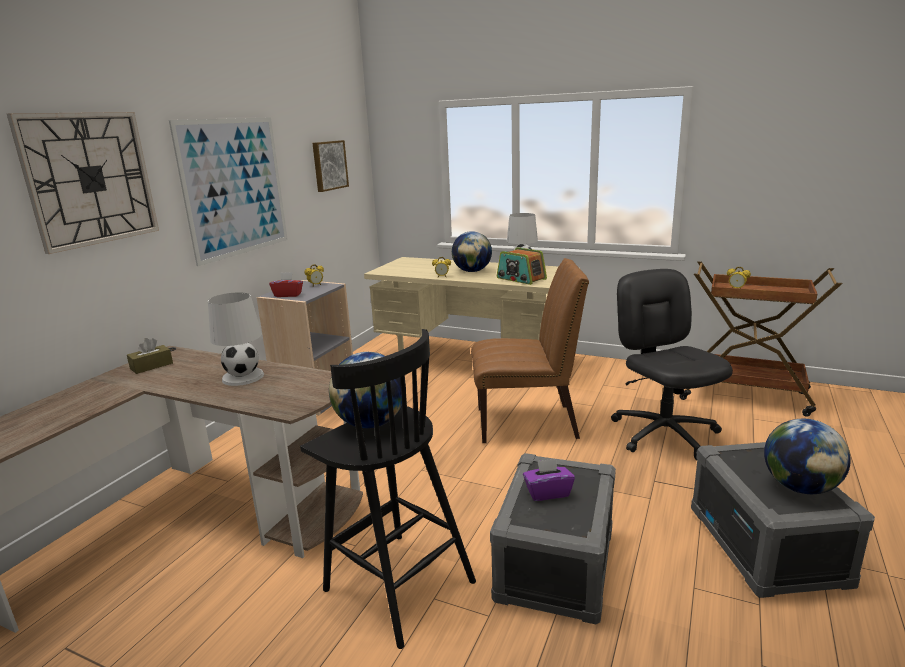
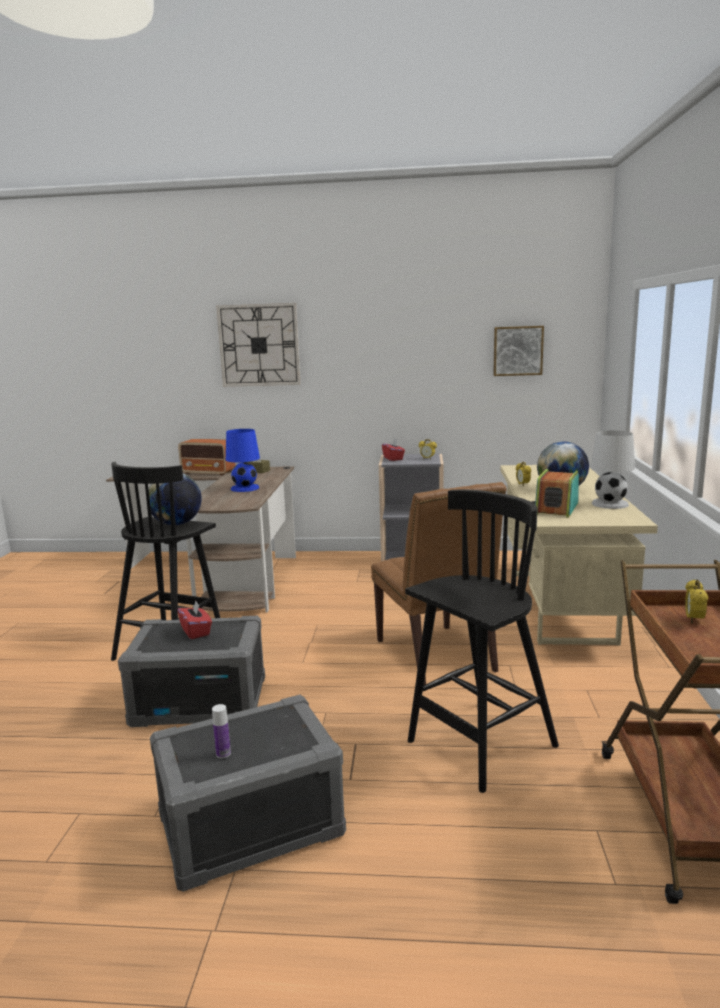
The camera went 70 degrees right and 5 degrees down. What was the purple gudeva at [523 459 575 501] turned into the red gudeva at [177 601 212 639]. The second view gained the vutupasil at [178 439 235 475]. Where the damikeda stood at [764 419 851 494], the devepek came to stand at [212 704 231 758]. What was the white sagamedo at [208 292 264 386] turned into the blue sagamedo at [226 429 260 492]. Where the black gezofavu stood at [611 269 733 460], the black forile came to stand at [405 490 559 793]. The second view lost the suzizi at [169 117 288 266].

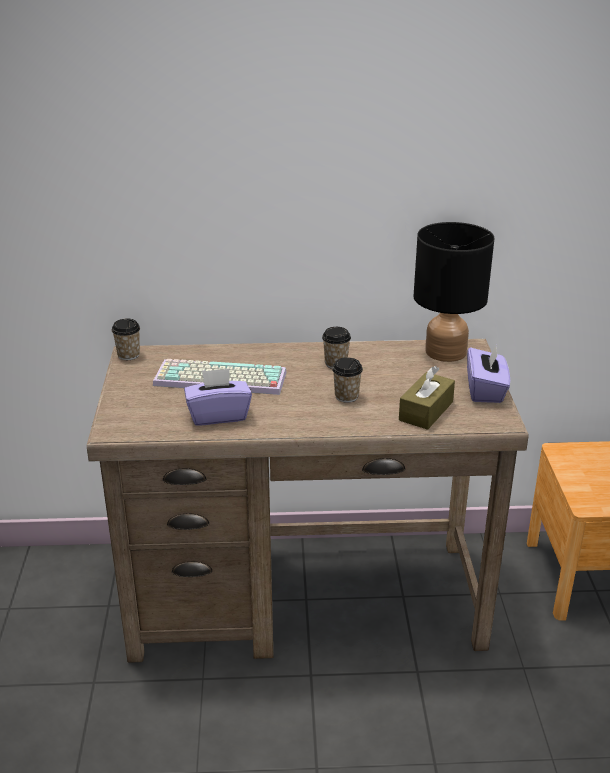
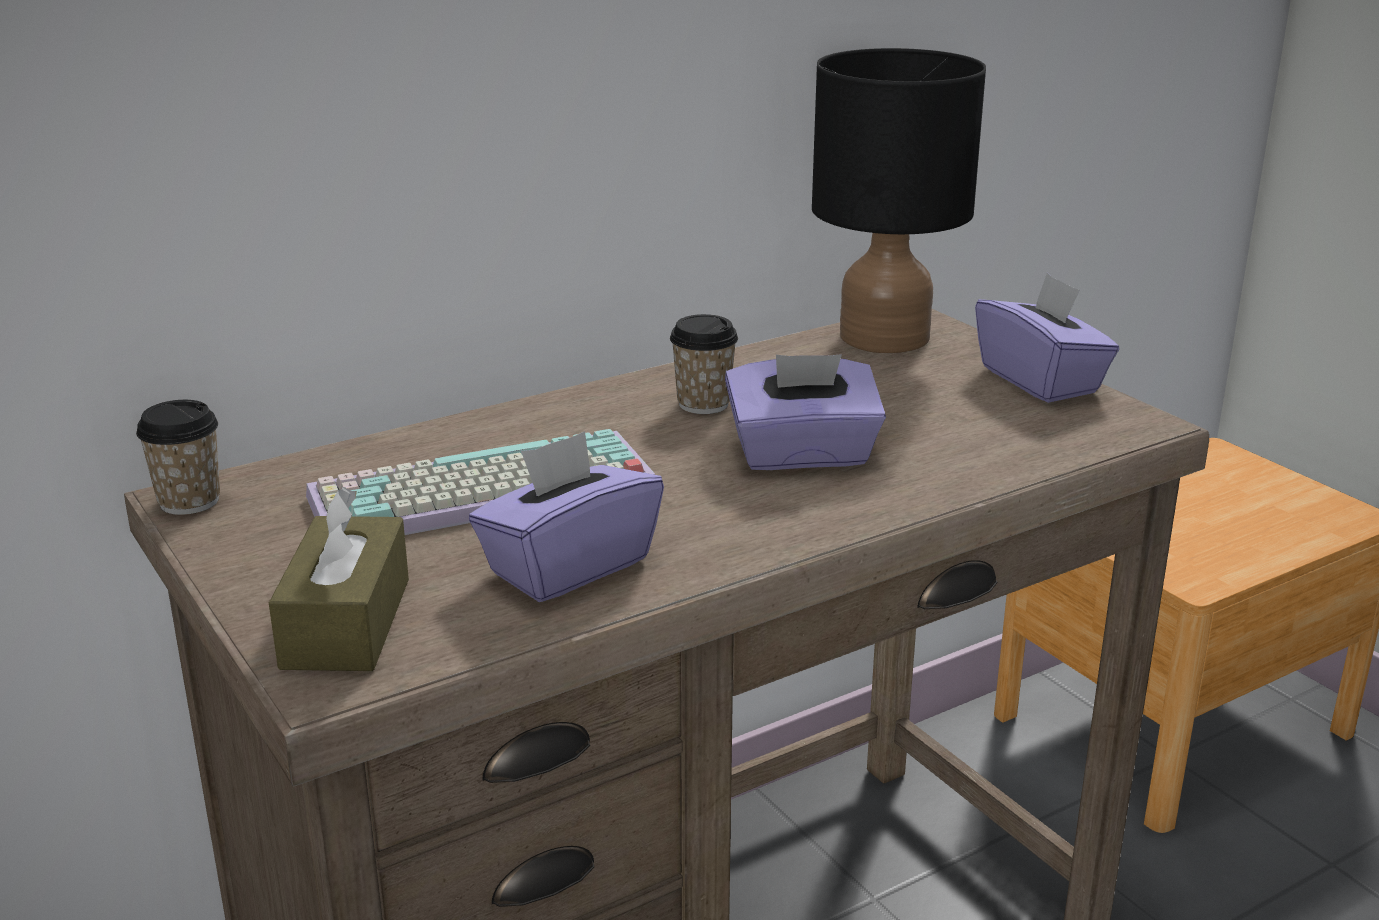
The camera went 30 degrees left and 5 degrees down. The brown gudeva ended up elsewhere, having gone from [399 366 455 430] to [269 487 409 671]. Where the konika stood at [332 357 363 403], the purple gudeva came to stand at [725 354 886 470].

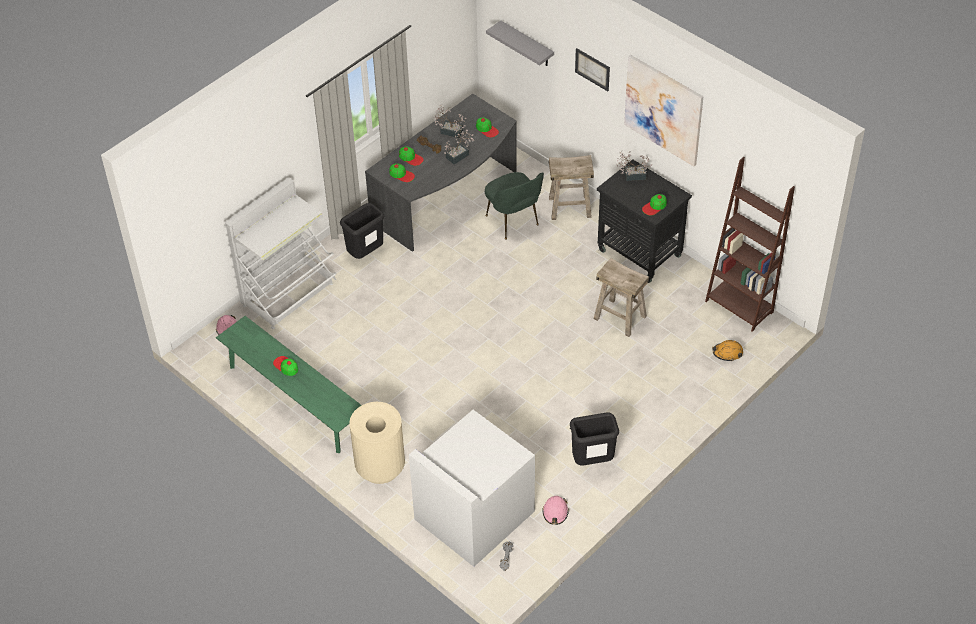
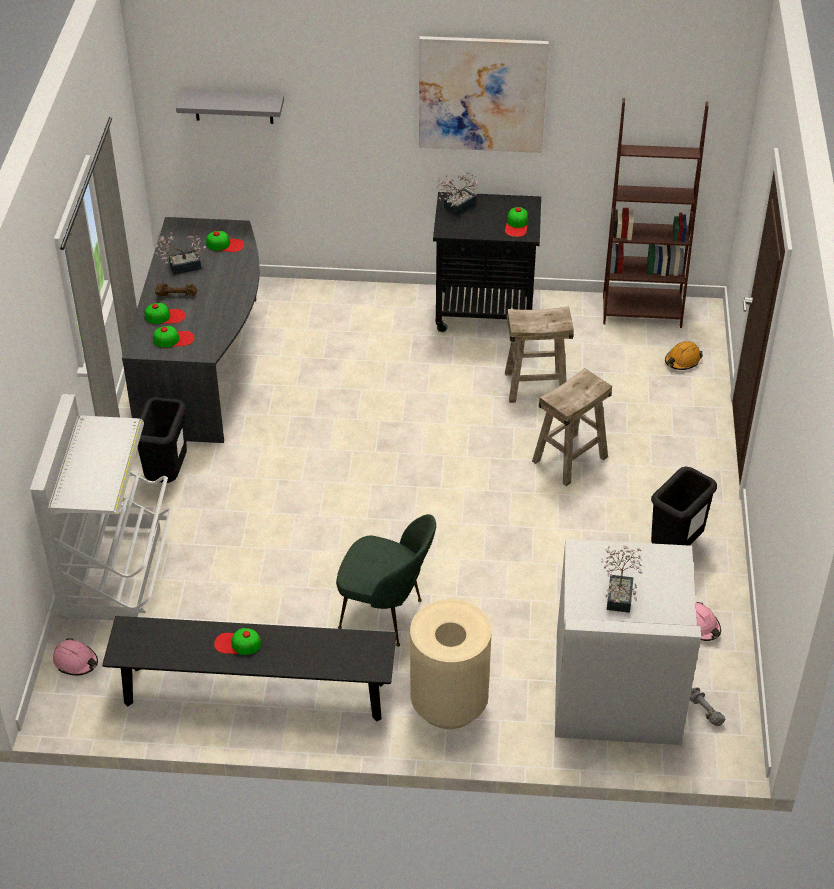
The camera went 40 degrees left and 5 degrees down. What was the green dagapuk at [216 316 361 453] turned into the black dagapuk at [102 616 397 722]. The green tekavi ended up elsewhere, having gone from [485 172 544 240] to [336 514 436 647]. The beige forile ended up elsewhere, having gone from [549 155 594 220] to [532 368 612 486]. The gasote ended up elsewhere, having gone from [444 127 474 164] to [601 546 642 613]. The second view lost the suzizi at [575 48 610 91].

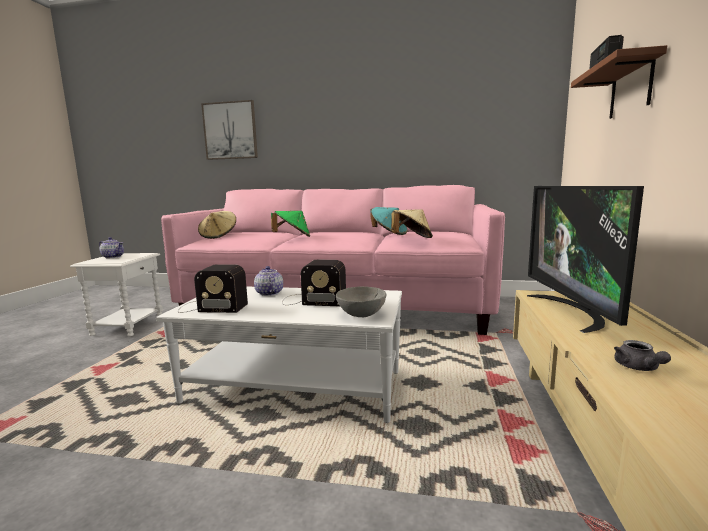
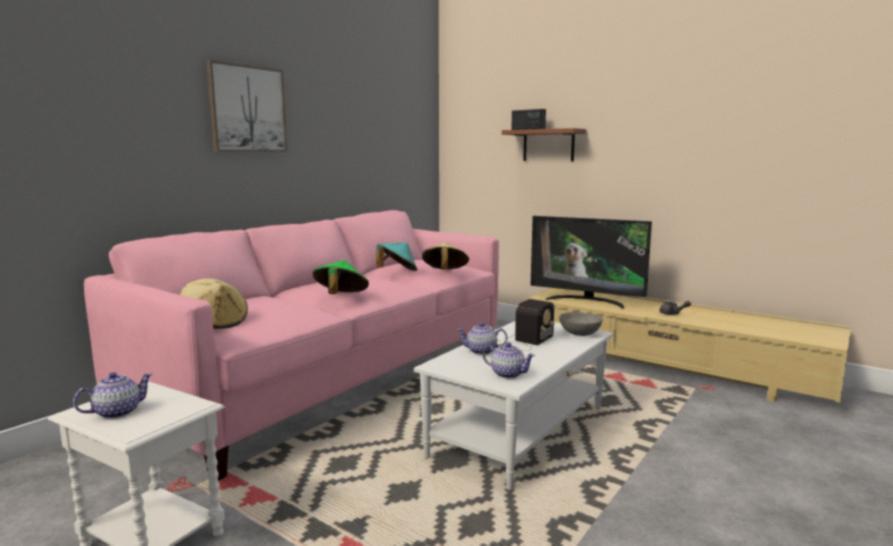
The camera went 65 degrees left and 0 degrees up. The suzizi ended up elsewhere, having gone from [201 100 258 160] to [206 60 287 152]. Where the vutupasil stood at [178 264 248 313], the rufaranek came to stand at [483 342 535 379].

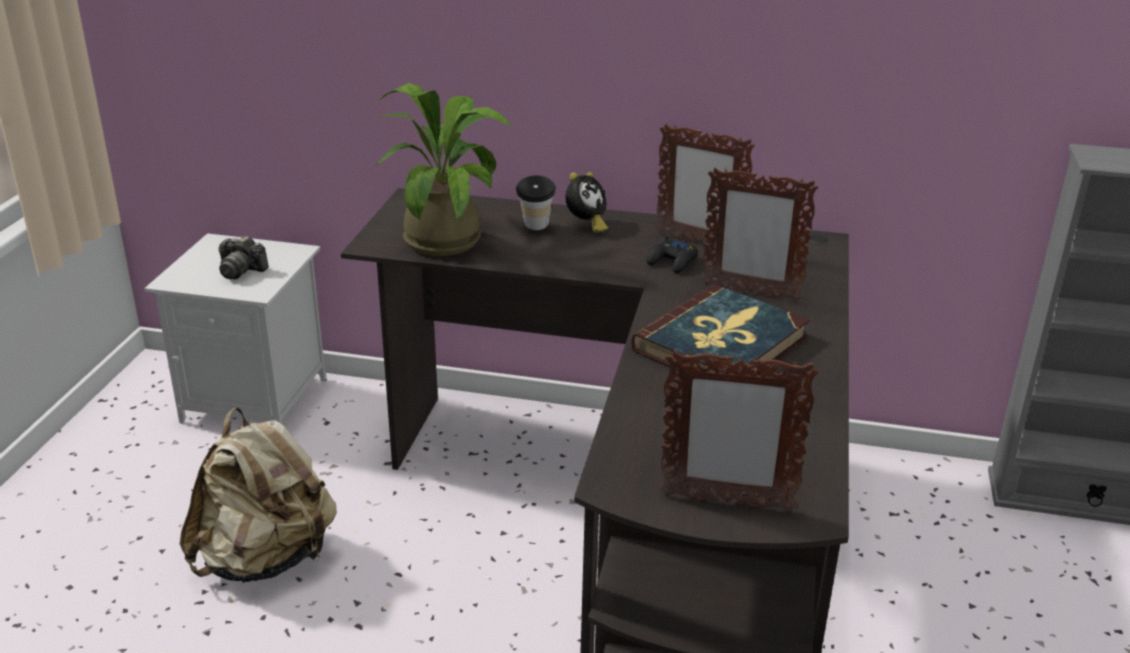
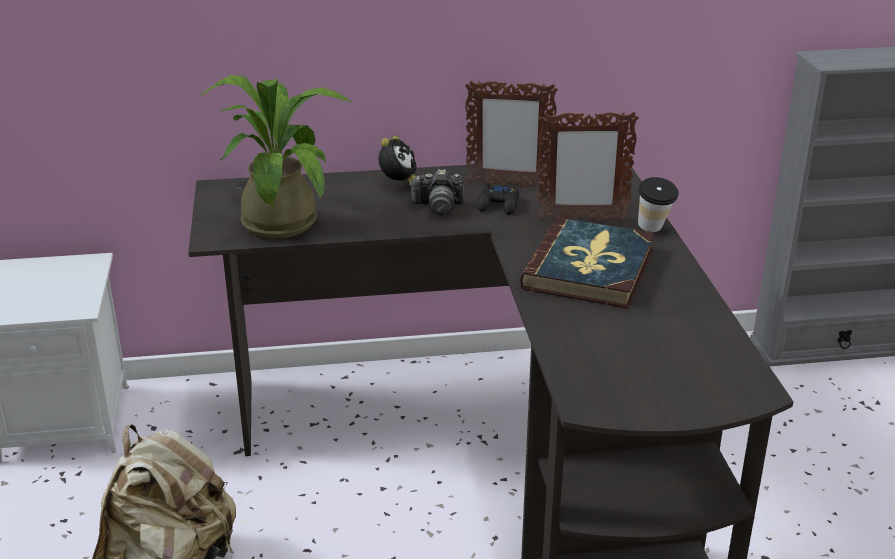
The camera went 20 degrees left and 0 degrees up. The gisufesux ended up elsewhere, having gone from [219 236 269 279] to [409 169 464 216]. The konika ended up elsewhere, having gone from [516 176 556 230] to [638 177 679 232]. The second view lost the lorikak at [660 349 818 512].

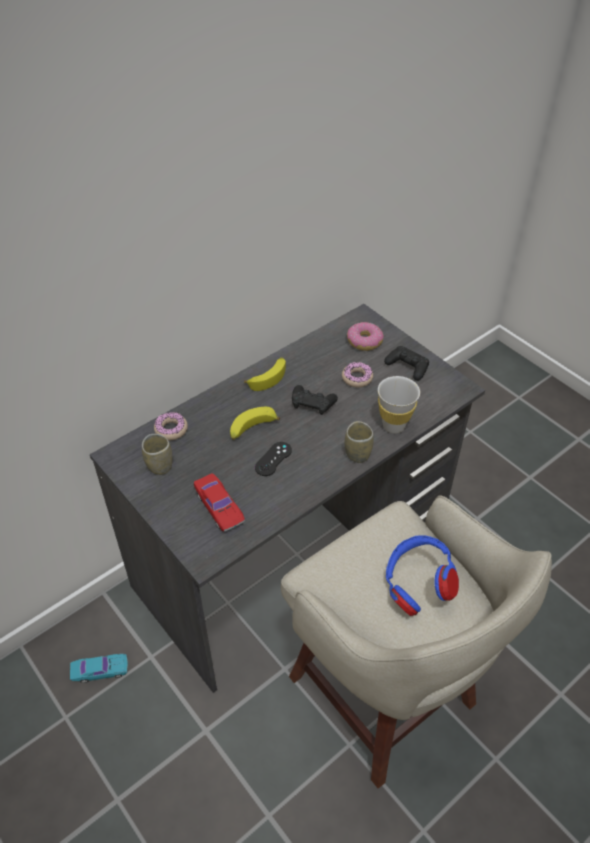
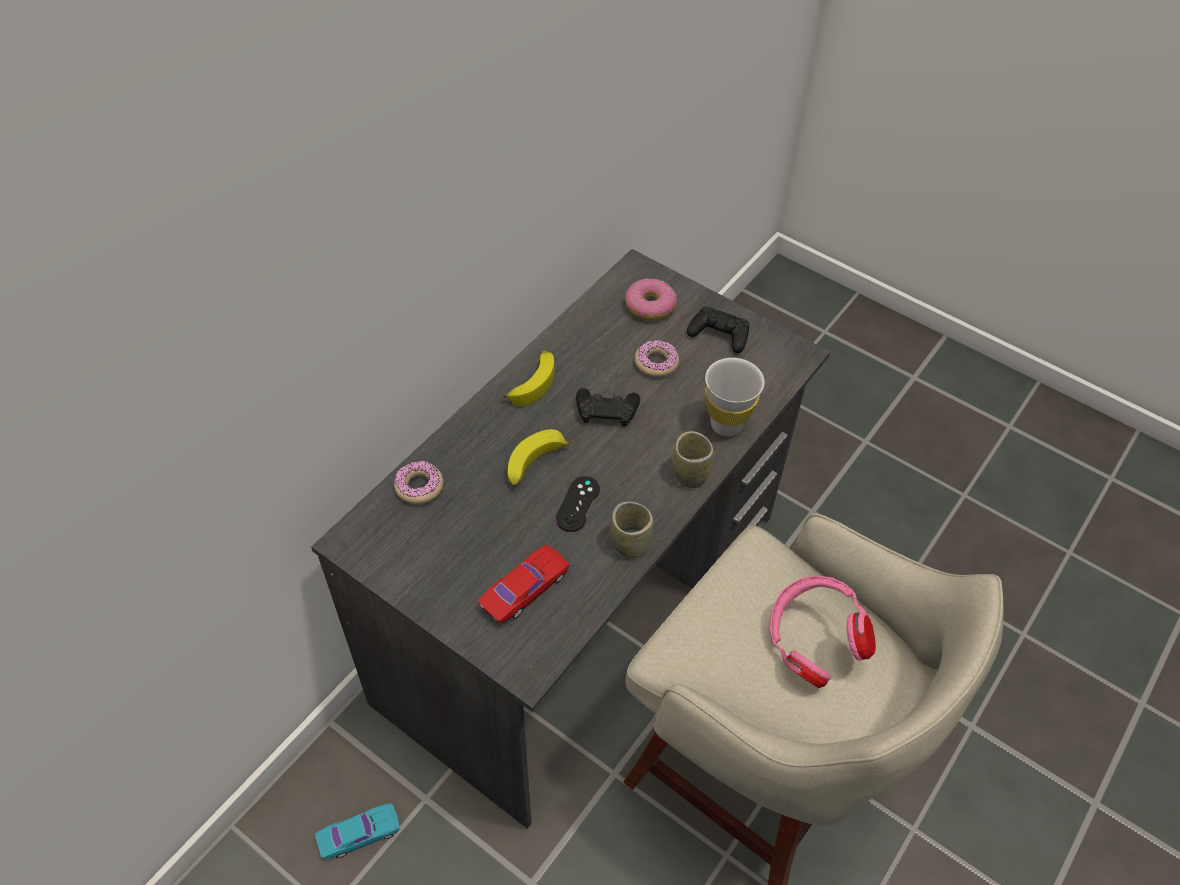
The camera went 15 degrees left and 5 degrees up. The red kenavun at [194 474 245 532] ended up facing another way, 90 degrees counterclockwise from before. The konika ended up elsewhere, having gone from [142 434 172 475] to [611 502 653 558]. What was the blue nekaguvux at [386 536 459 616] turned into the pink nekaguvux at [770 576 876 688].

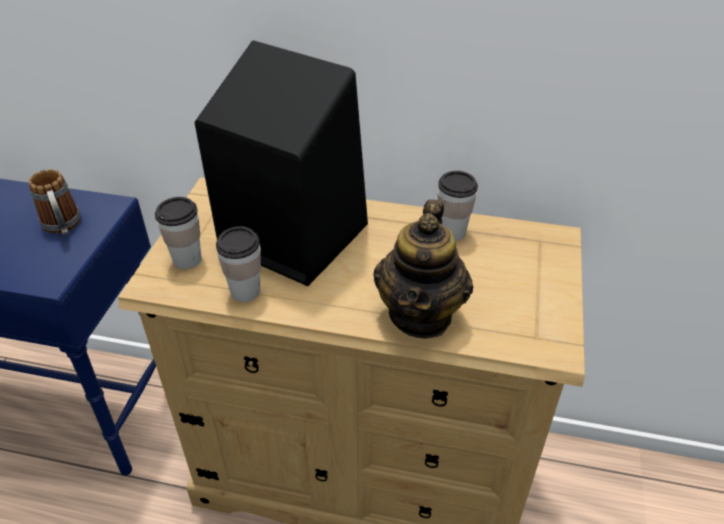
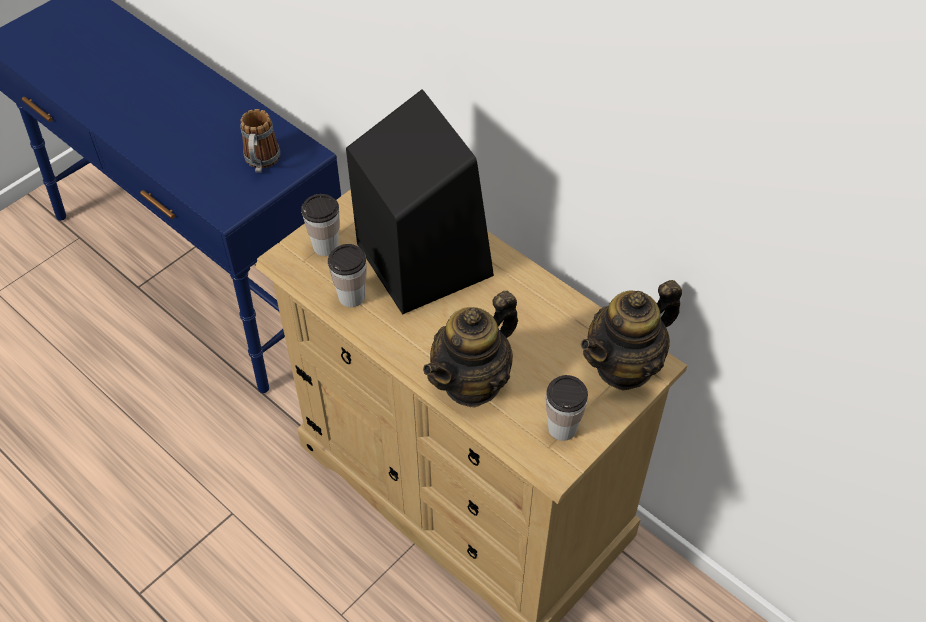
The camera went 30 degrees right and 10 degrees up. The konika ended up elsewhere, having gone from [438 171 478 241] to [546 375 588 441]. The second view gained the rufaranek at [581 280 682 391].

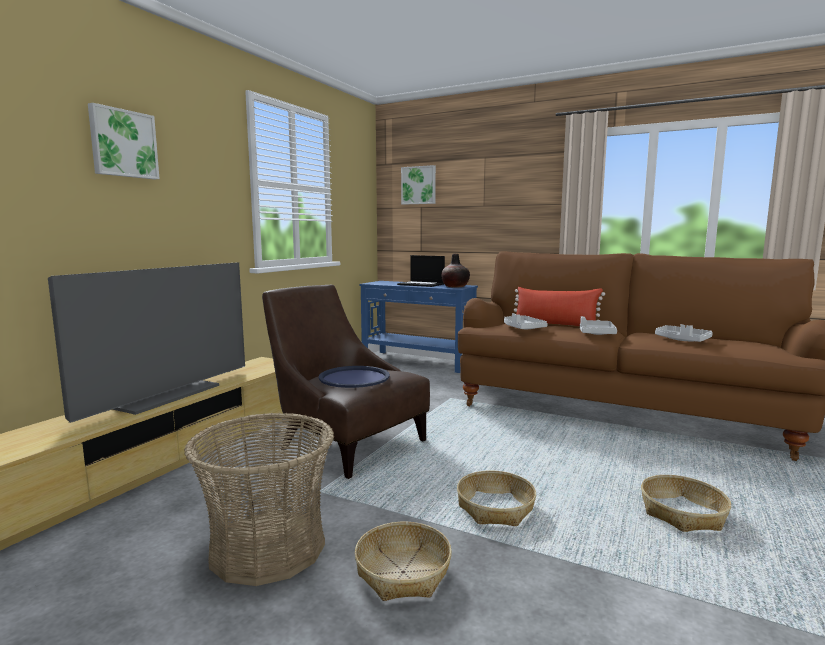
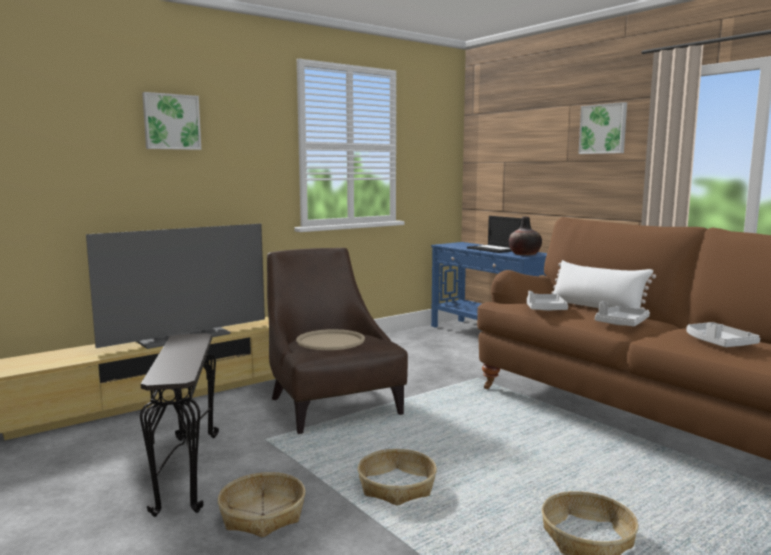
The camera went 25 degrees right and 0 degrees up. Where the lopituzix stood at [184 413 334 586], the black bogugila came to stand at [140 333 219 517]. What was the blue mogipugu at [319 366 390 388] turned into the beige mogipugu at [296 329 365 350]. What was the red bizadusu at [514 287 605 326] turned into the white bizadusu at [551 260 656 309]. The suzizi ended up elsewhere, having gone from [401 165 436 205] to [578 102 627 154].

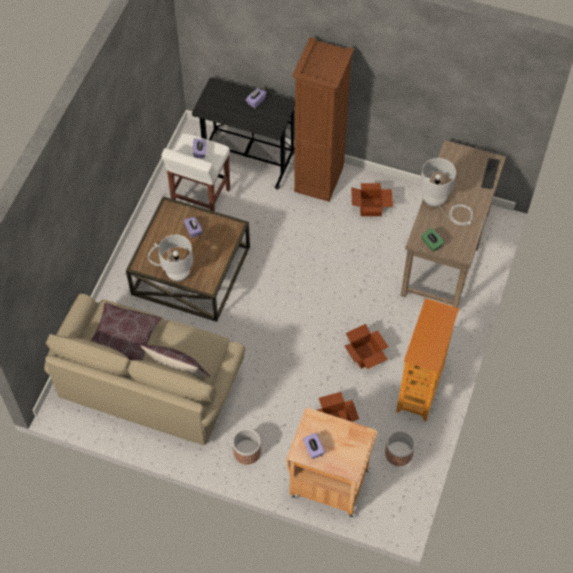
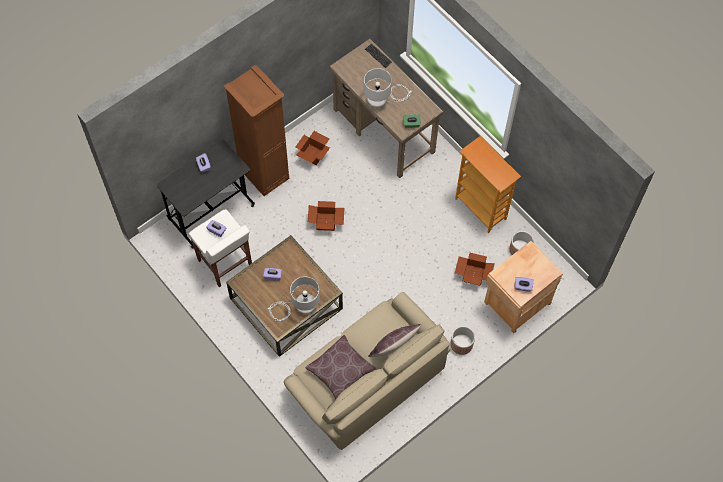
The camera went 60 degrees left and 5 degrees up. The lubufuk ended up elsewhere, having gone from [344 324 388 369] to [308 201 344 231].

